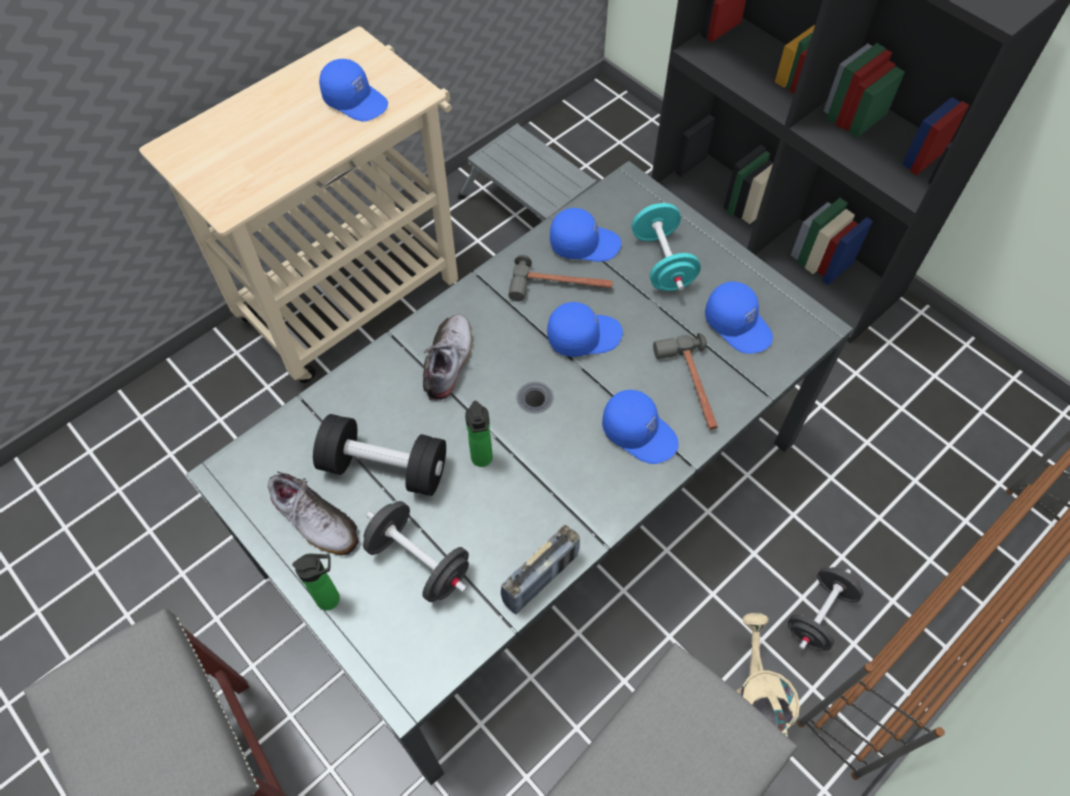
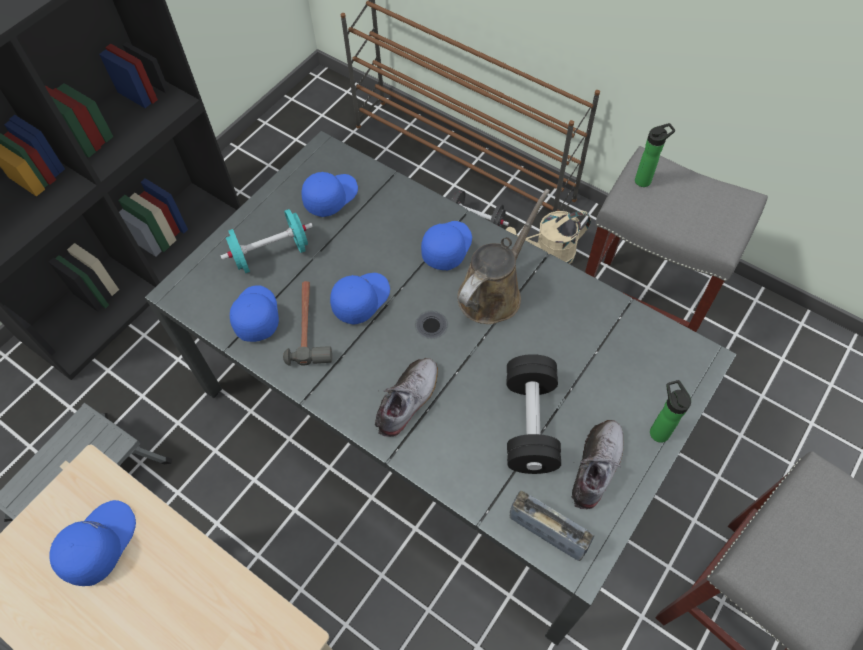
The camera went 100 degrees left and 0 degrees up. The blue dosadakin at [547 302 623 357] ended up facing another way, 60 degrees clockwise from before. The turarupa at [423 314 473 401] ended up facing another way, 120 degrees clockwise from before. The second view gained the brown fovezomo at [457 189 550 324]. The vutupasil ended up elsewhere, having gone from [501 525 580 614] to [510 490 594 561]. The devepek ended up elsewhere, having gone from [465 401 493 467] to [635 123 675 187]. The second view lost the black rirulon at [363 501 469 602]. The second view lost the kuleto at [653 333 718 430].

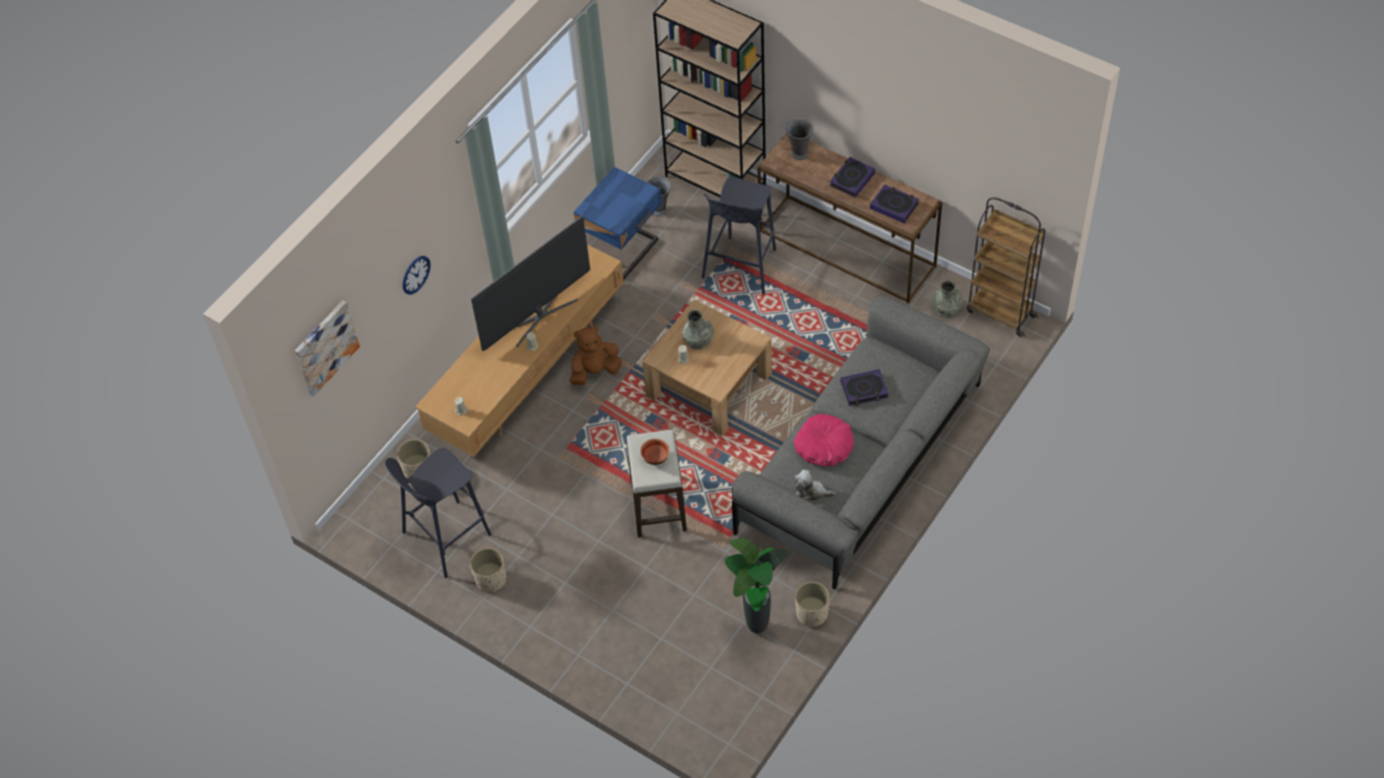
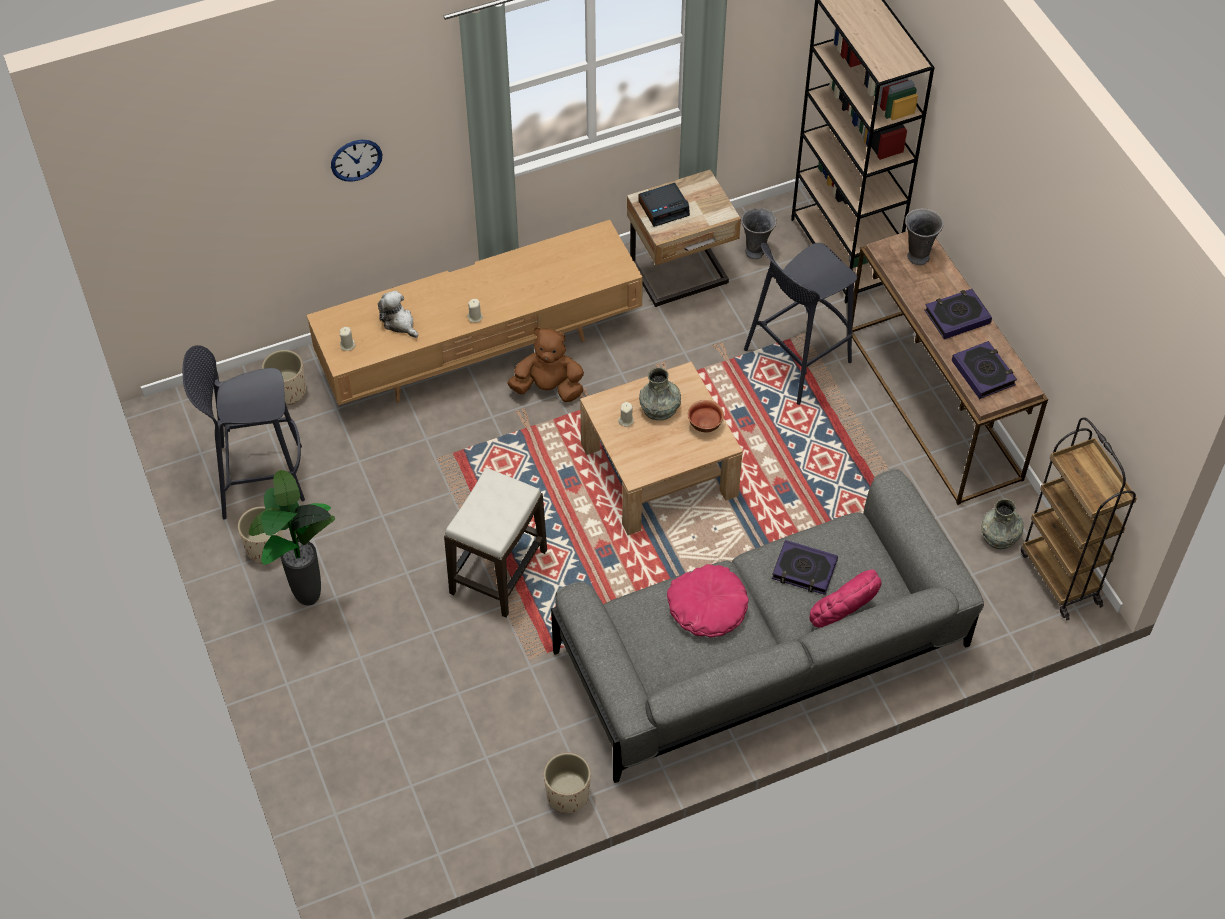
The camera went 30 degrees right and 0 degrees up. The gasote ended up elsewhere, having gone from [725 539 788 634] to [249 470 335 606]. The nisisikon ended up elsewhere, having gone from [794 470 836 501] to [378 291 418 338]. What was the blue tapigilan at [574 167 662 281] turned into the beige tapigilan at [627 170 741 307]. The second view gained the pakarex at [639 183 690 227]. The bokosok ended up elsewhere, having gone from [640 439 669 465] to [688 400 724 433]. The second view gained the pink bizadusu at [809 570 882 628]. The second view lost the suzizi at [295 300 360 397]. The second view lost the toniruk at [471 215 590 351].

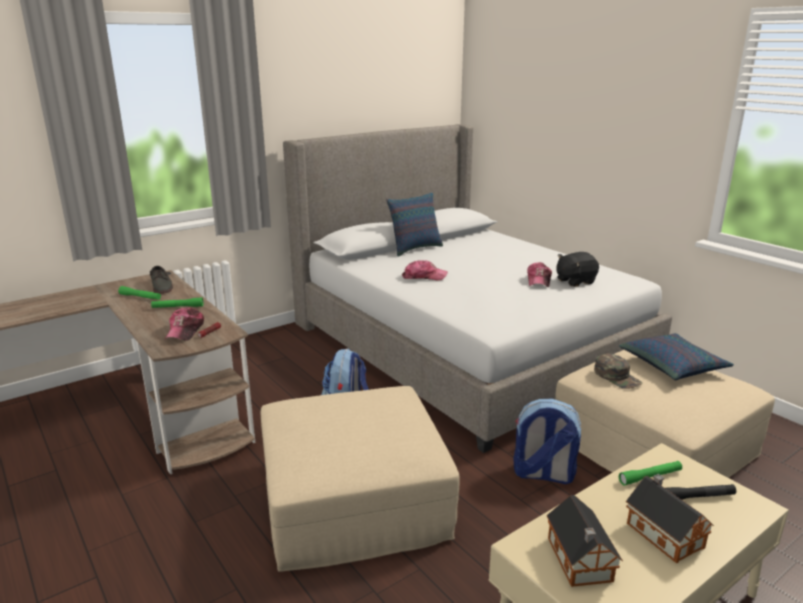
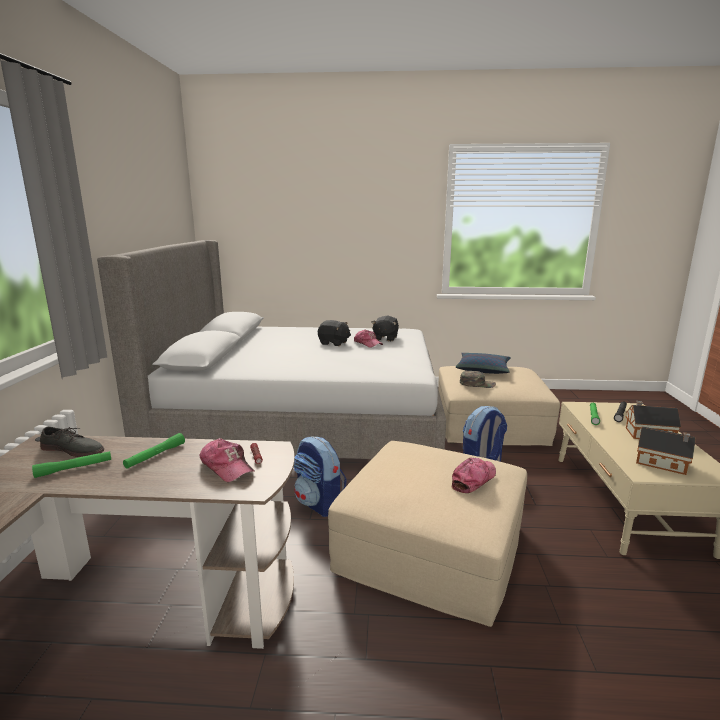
The camera went 50 degrees left and 5 degrees down. The second view gained the black nisisikon at [318 320 351 346]. The dosadakin ended up elsewhere, having gone from [402 260 448 280] to [451 458 496 493]. The second view lost the blue bizadusu at [387 193 443 257].

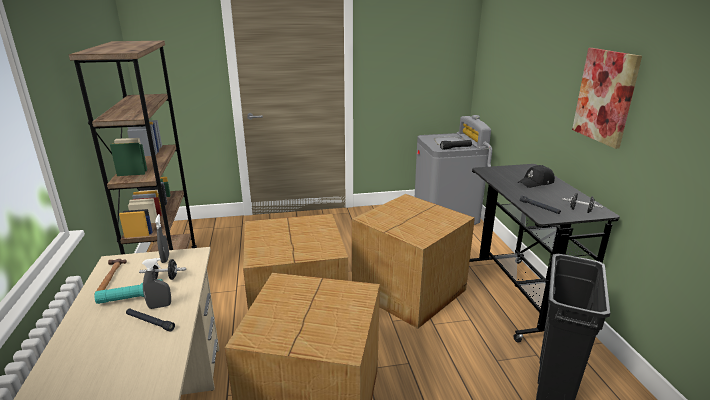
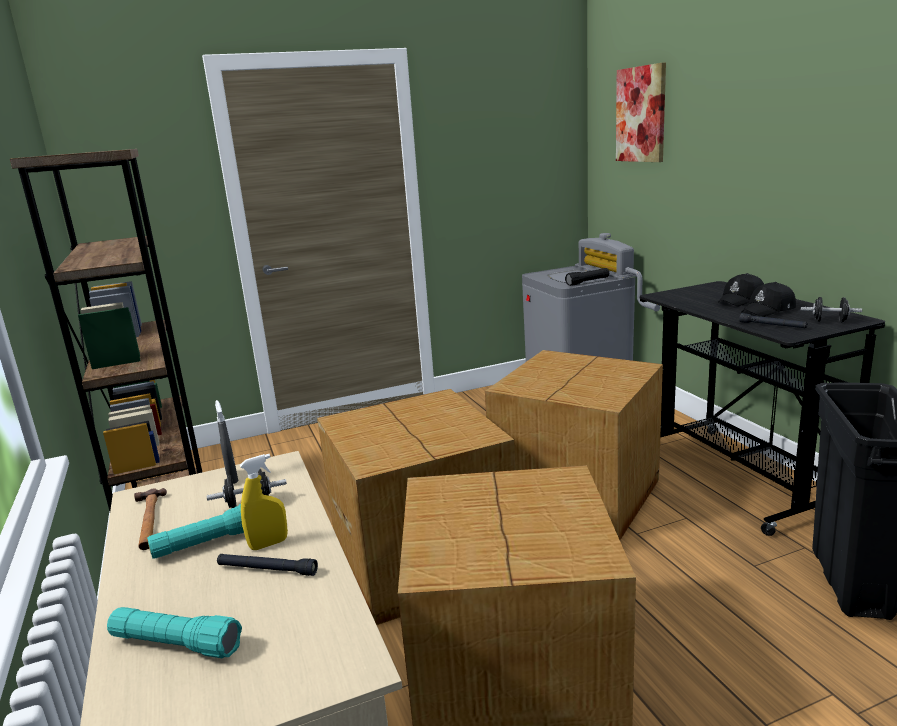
The camera went 10 degrees left and 5 degrees down. The second view gained the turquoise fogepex at [107 607 242 658]. What was the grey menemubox at [142 258 171 309] turned into the yellow menemubox at [240 454 288 550]. The suzizi ended up elsewhere, having gone from [572 48 642 149] to [616 62 666 162]. The second view gained the black dosadakin at [741 282 796 317].

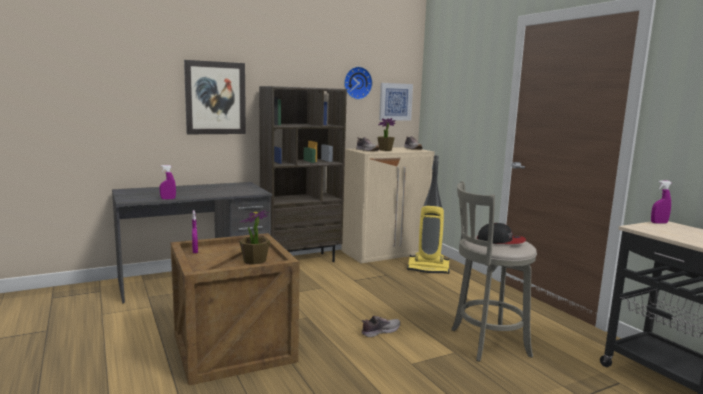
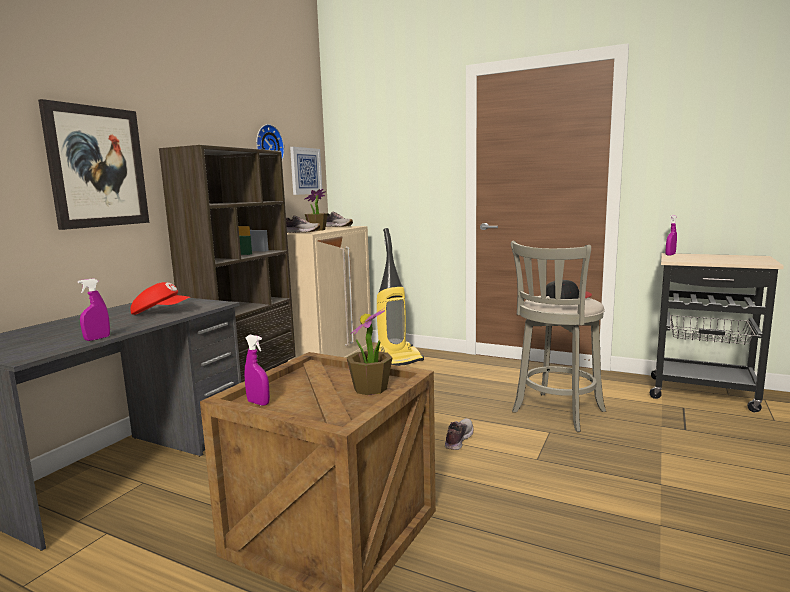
The camera went 35 degrees left and 0 degrees up. The second view gained the red dosadakin at [131 282 190 315].

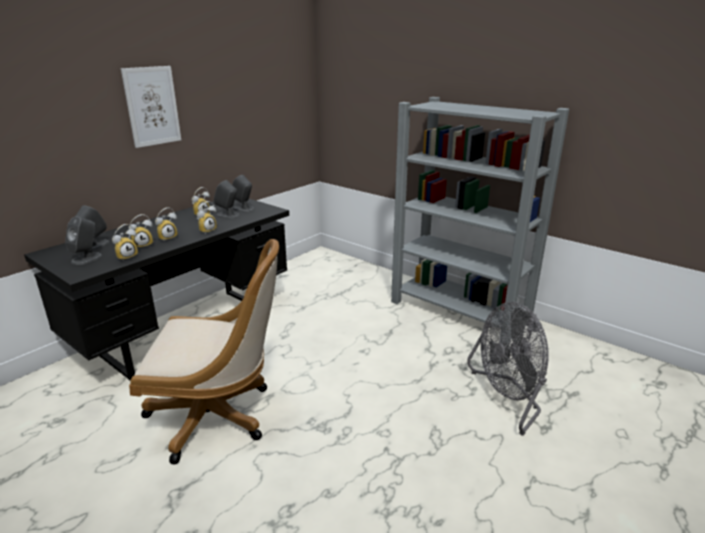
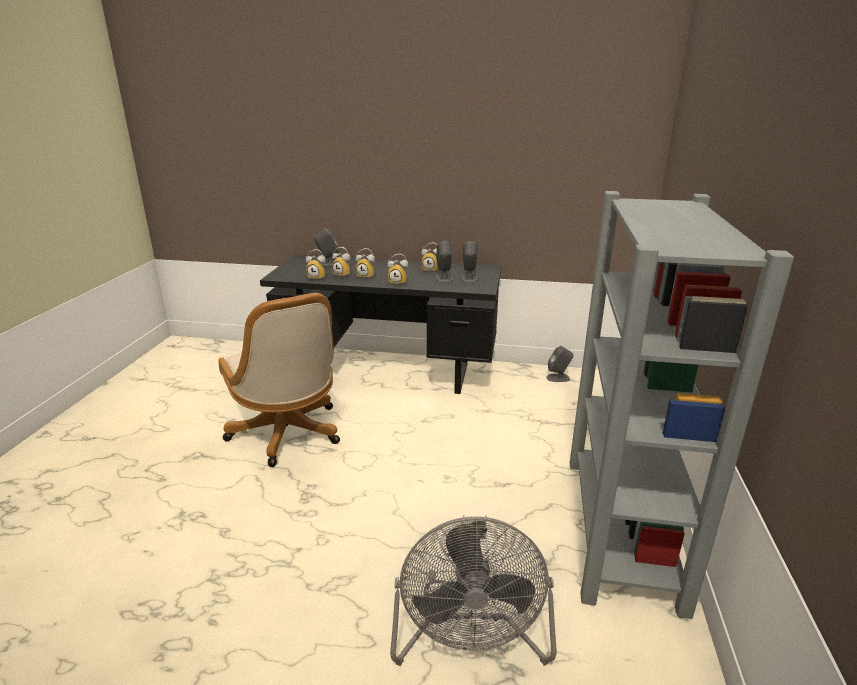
The camera went 60 degrees right and 0 degrees up. The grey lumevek at [467 302 549 436] ended up facing another way, 135 degrees counterclockwise from before. The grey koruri ended up elsewhere, having gone from [65 216 102 265] to [546 346 573 382]. The second view lost the suzizi at [121 66 181 148].

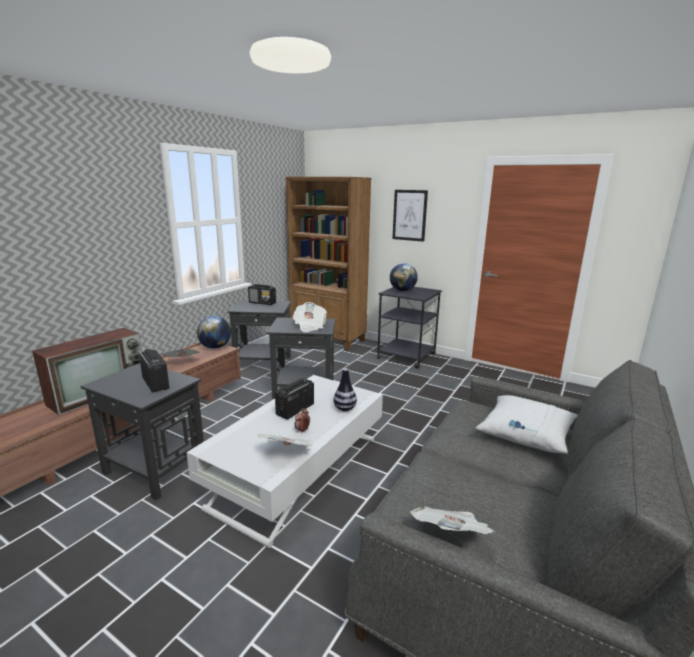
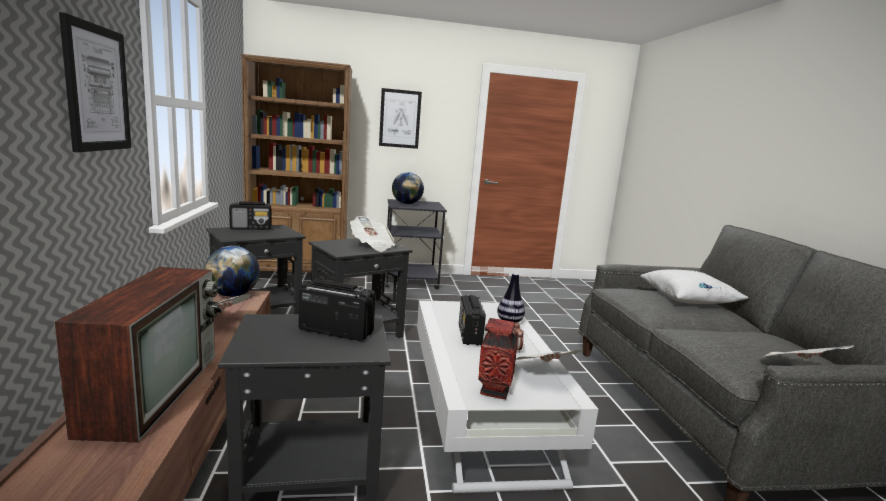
The camera went 40 degrees left and 5 degrees down. The second view gained the suzizi at [59 12 131 152]. The second view gained the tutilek at [478 318 518 399].

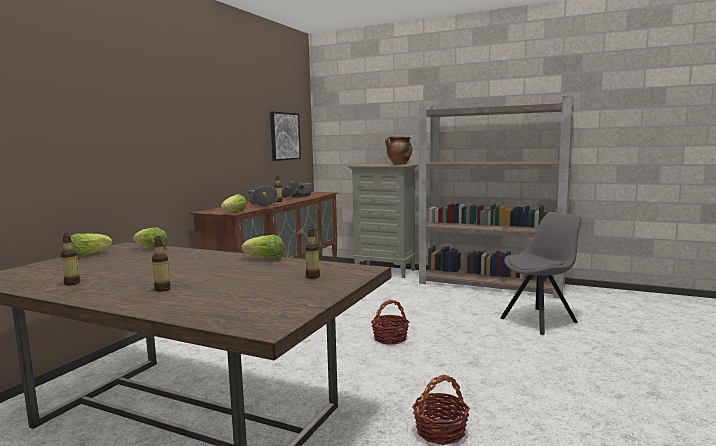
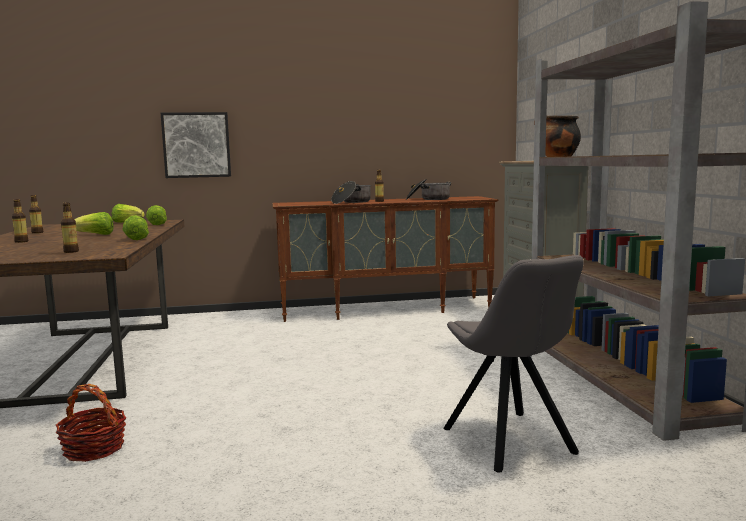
The camera went 55 degrees right and 0 degrees up. The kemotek ended up elsewhere, having gone from [221 194 247 212] to [75 212 114 235]. The suzizi ended up elsewhere, having gone from [270 111 301 161] to [161 112 231 178]. The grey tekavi at [500 212 582 335] ended up facing another way, 45 degrees clockwise from before. The second view lost the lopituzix at [371 300 409 345].

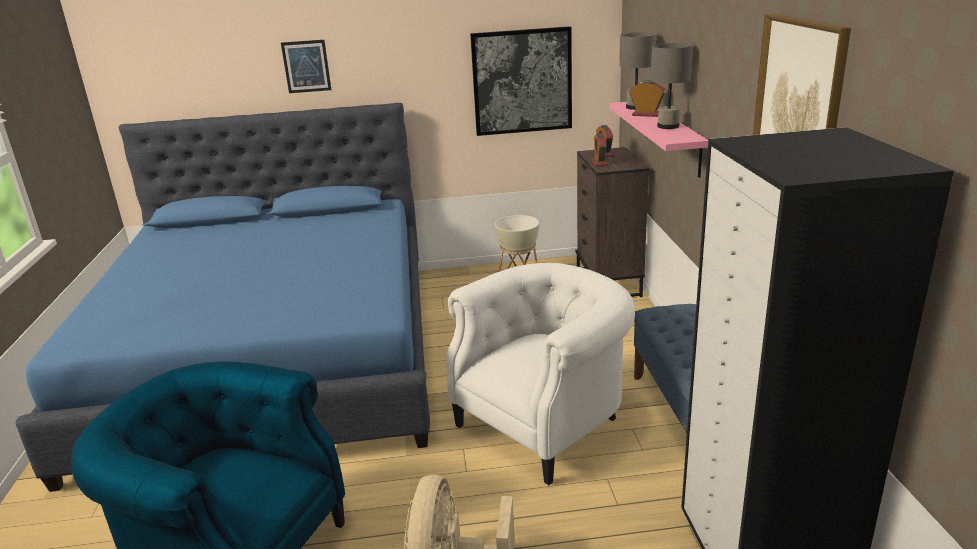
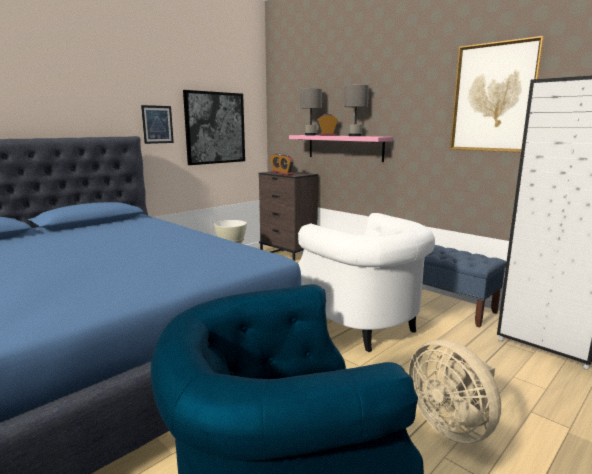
The camera went 40 degrees left and 10 degrees down. The suzizi ended up elsewhere, having gone from [281 40 331 93] to [141 105 174 144]. The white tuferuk at [447 263 635 485] ended up facing another way, 135 degrees clockwise from before.

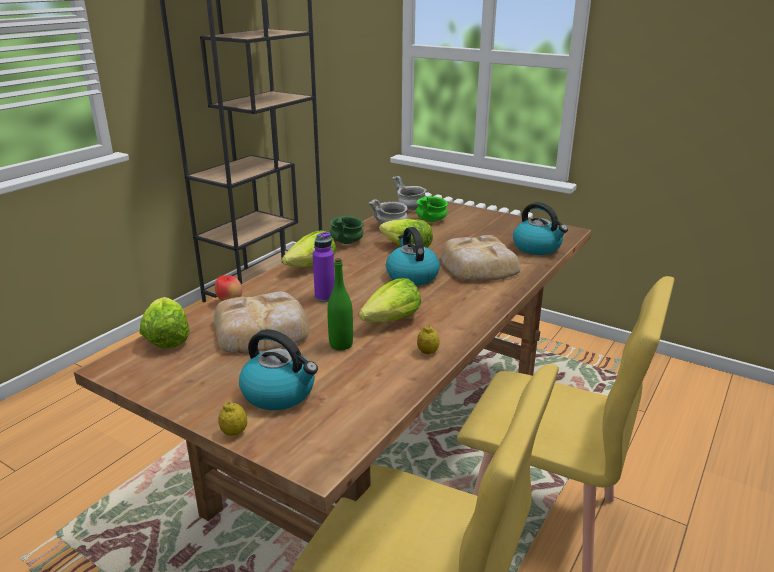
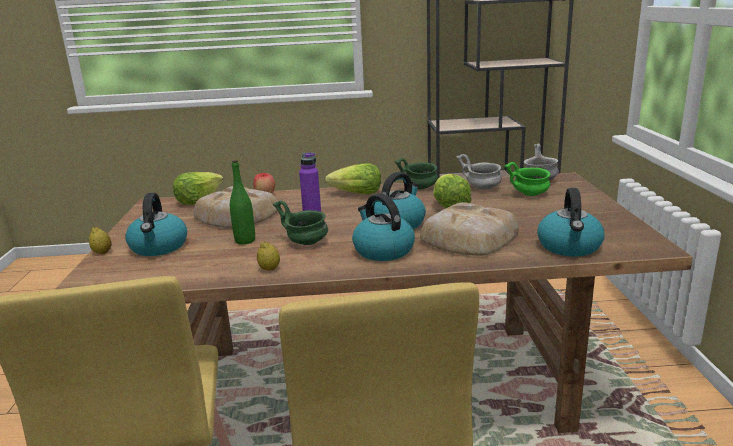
The camera went 55 degrees right and 5 degrees down. Where the kemotek stood at [359 278 421 322], the green bokosok came to stand at [273 200 328 245]. The second view gained the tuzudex at [352 194 415 261].

